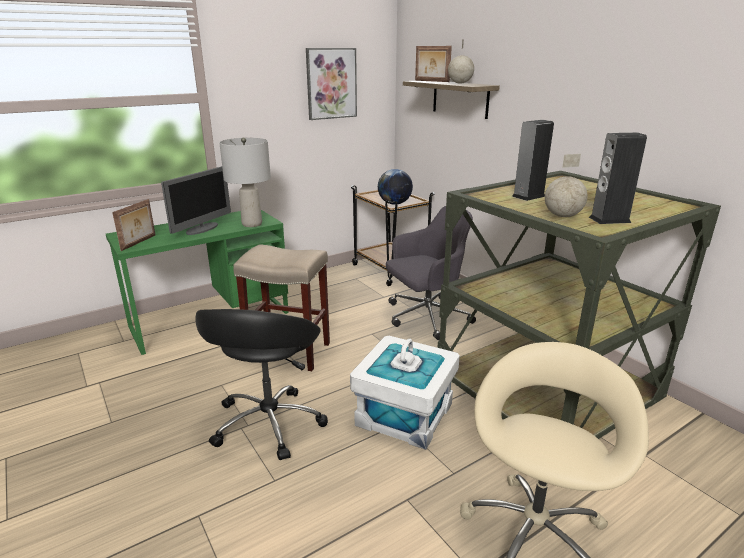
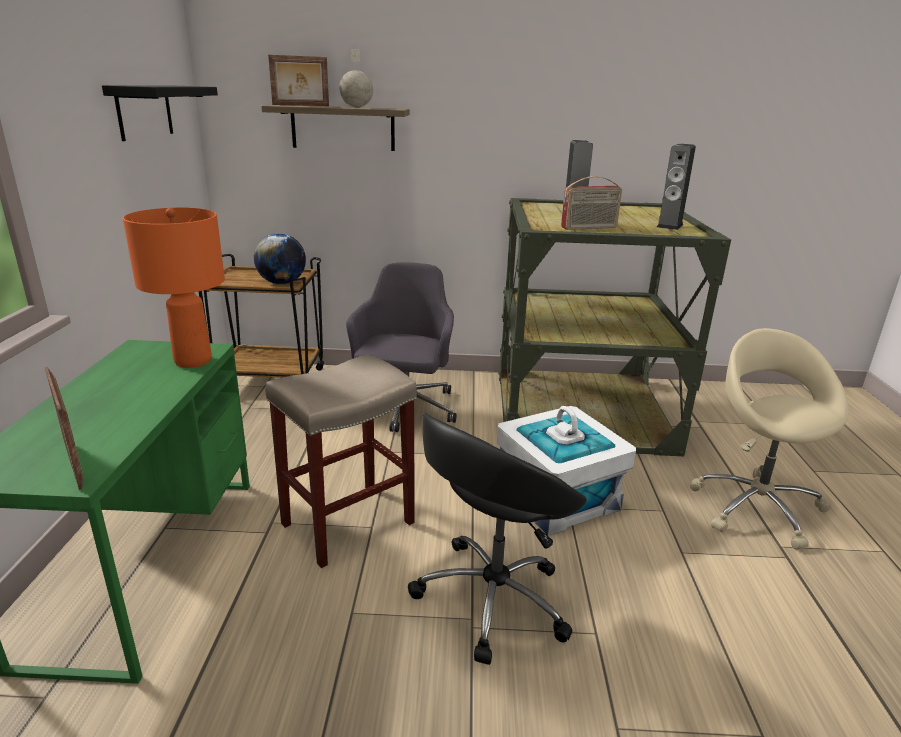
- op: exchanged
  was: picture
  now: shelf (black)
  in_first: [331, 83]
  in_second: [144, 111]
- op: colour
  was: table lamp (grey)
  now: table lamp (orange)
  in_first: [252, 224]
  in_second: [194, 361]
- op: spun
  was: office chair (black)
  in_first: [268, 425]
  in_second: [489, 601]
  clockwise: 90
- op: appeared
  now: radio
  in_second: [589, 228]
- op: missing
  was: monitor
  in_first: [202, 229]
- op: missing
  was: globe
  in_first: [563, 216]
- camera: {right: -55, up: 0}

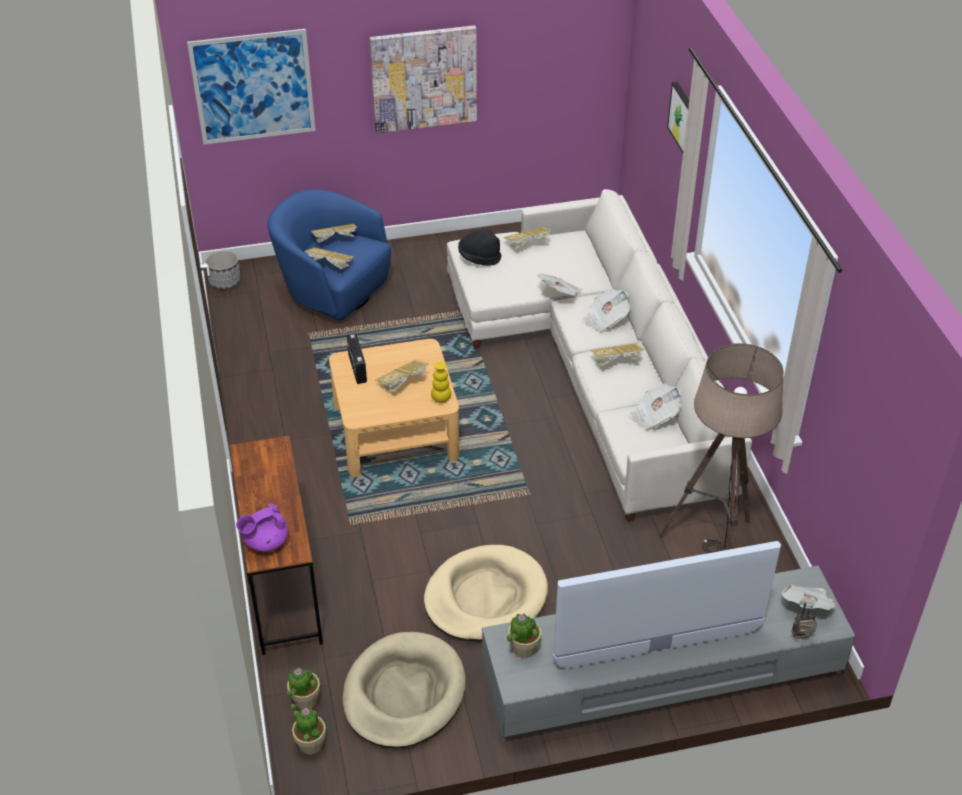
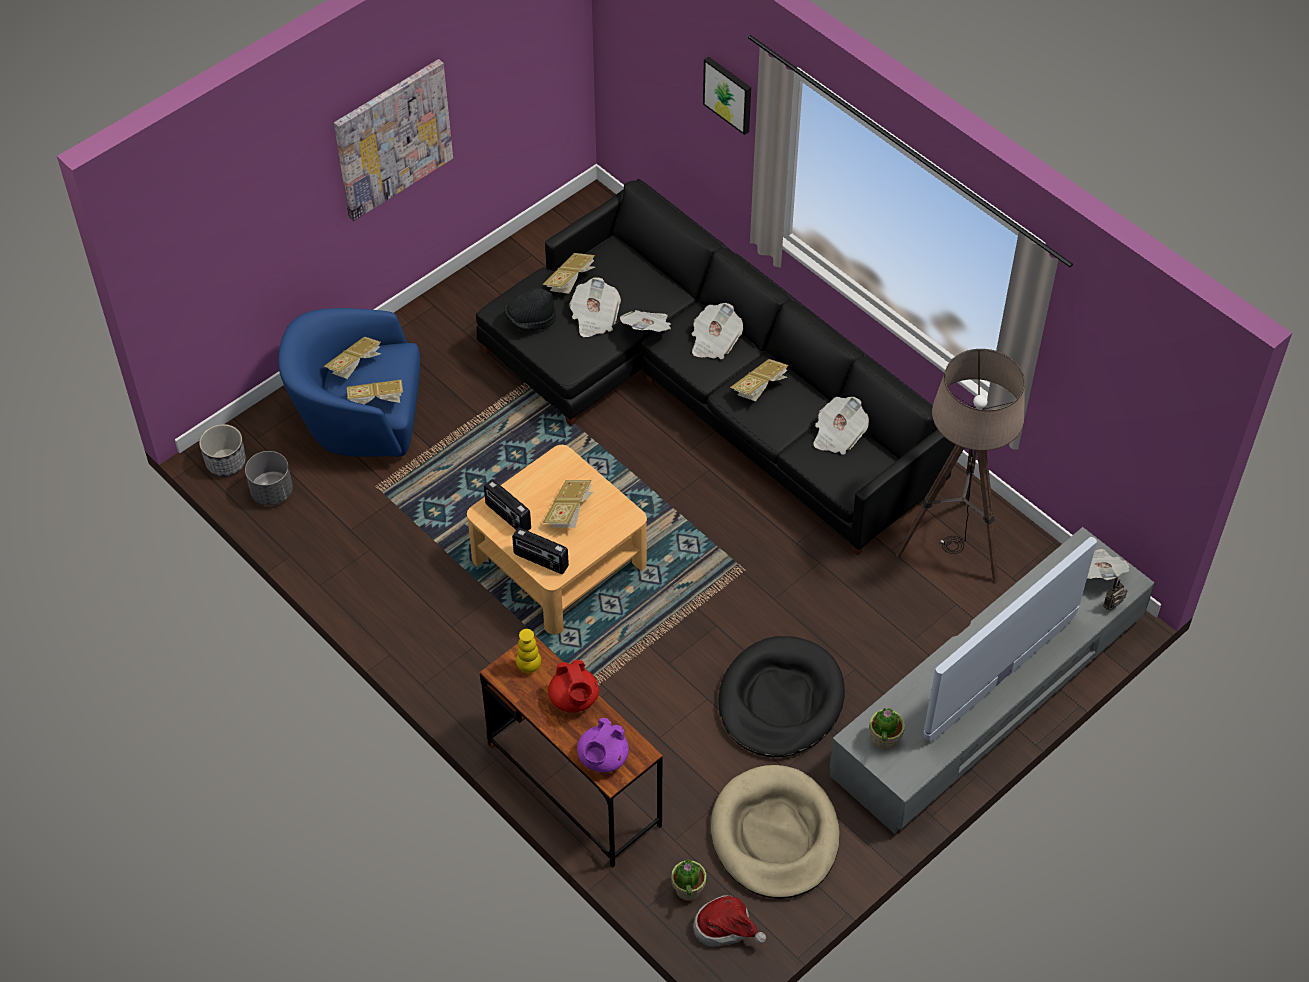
- op: appeared
  now: planter (grey)
  in_second: [271, 492]
- op: colour
  was: sofa (white)
  now: sofa (black)
  in_first: [595, 363]
  in_second: [706, 388]
- op: appeared
  now: radio
  in_second: [540, 561]
- op: relocated
  was: vase (yellow)
  in_first: [441, 399]
  in_second: [529, 666]
- op: appeared
  now: teapot (red)
  in_second: [574, 699]
- op: appeared
  now: newspaper
  in_second: [594, 318]
- op: exchanged
  was: potted plant
  now: hat
  in_first: [311, 743]
  in_second: [726, 928]
- op: colour
  was: dog bed (beige)
  now: dog bed (black)
  in_first: [485, 597]
  in_second: [780, 700]
- op: missing
  was: picture
  in_first: [253, 87]
- camera: {right: -30, up: 10}

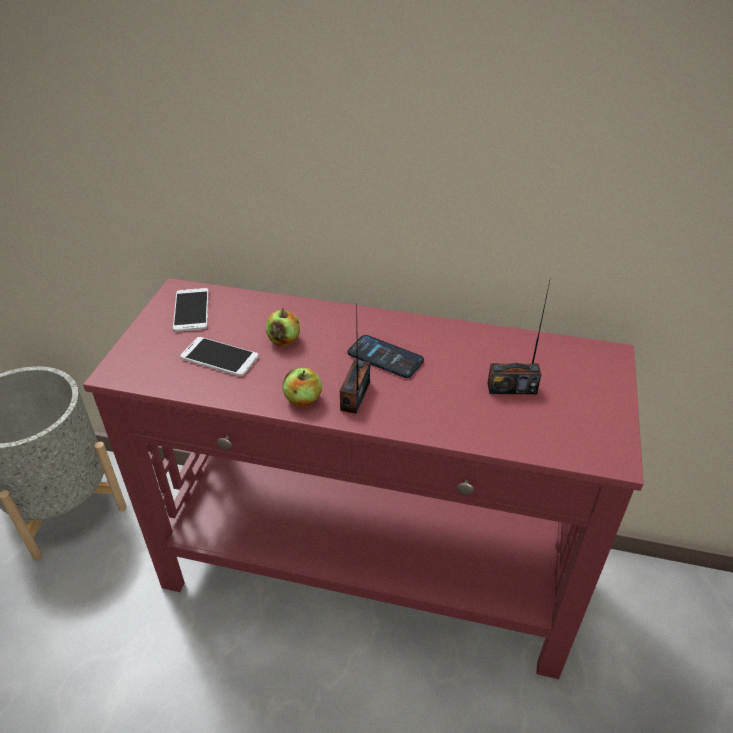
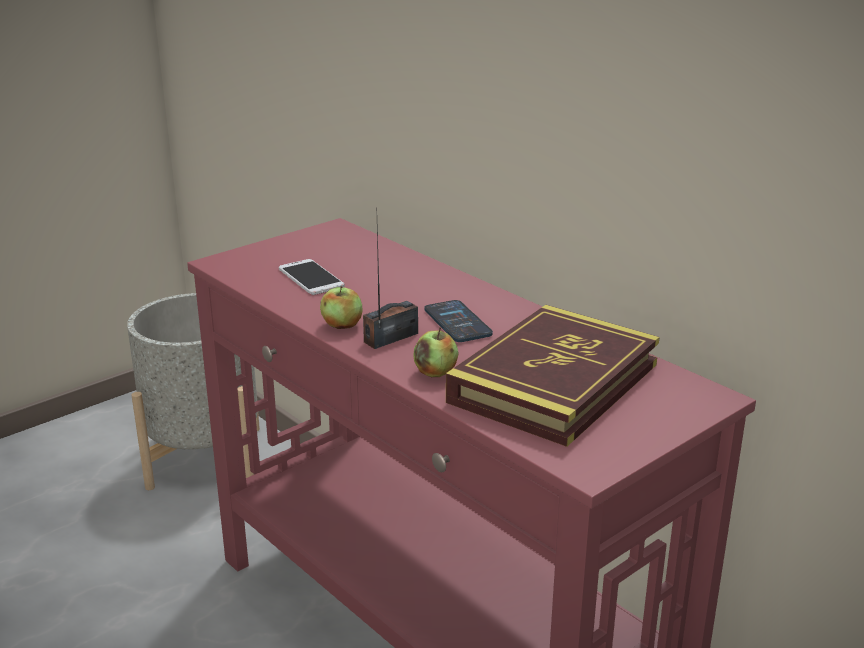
- op: relocated
  was: apple
  in_first: [284, 340]
  in_second: [435, 372]
- op: exchanged
  was: radio
  now: book
  in_first: [512, 388]
  in_second: [554, 383]
- op: missing
  was: phone
  in_first: [191, 310]
- camera: {right: 35, up: -15}

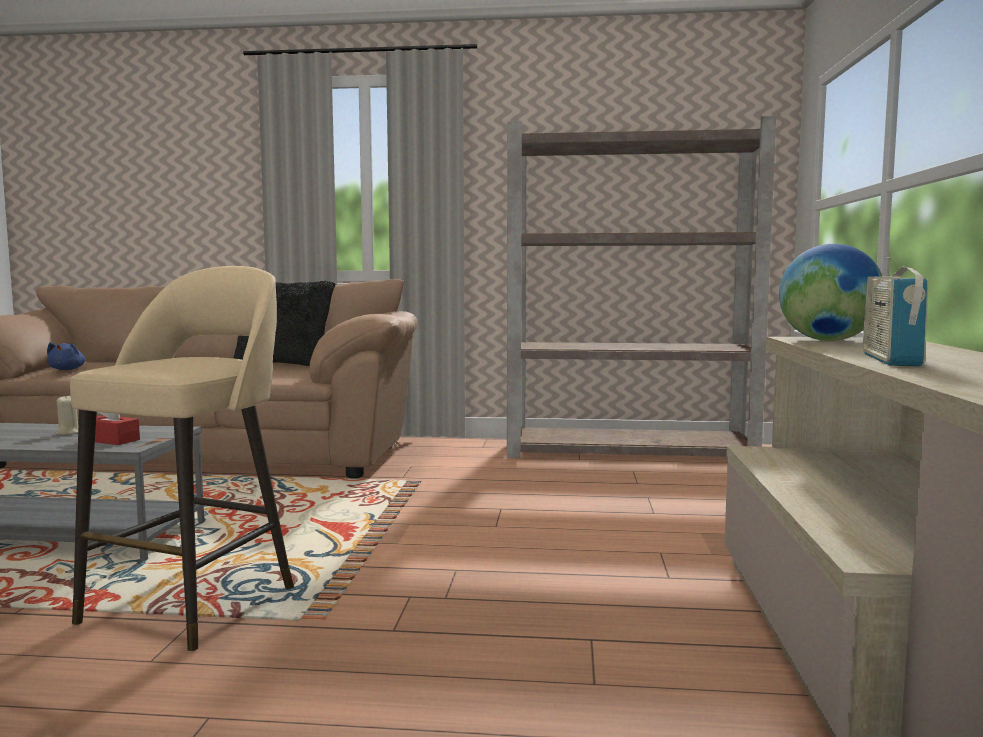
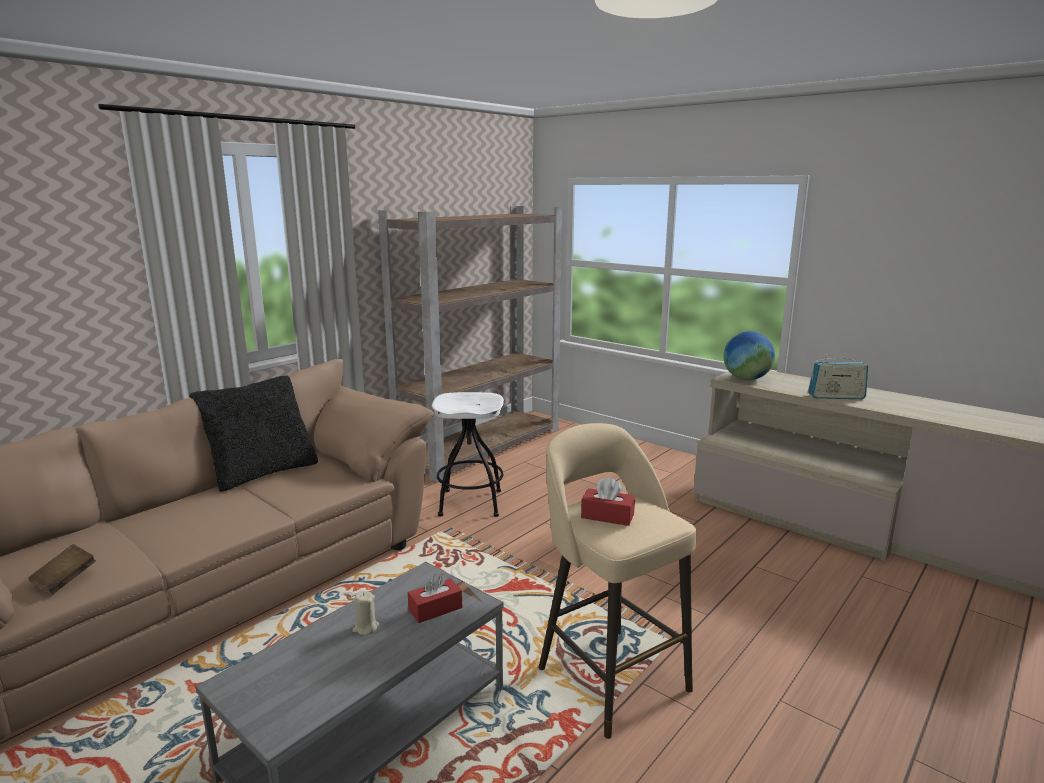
- op: exchanged
  was: plush toy (blue)
  now: book (brown)
  in_first: [67, 369]
  in_second: [65, 580]
- op: appeared
  now: stool (white)
  in_second: [471, 502]
- op: appeared
  now: tissue box (red)
  in_second: [607, 516]
- op: spun
  was: radio
  in_first: [891, 360]
  in_second: [836, 397]
  clockwise: -45
- camera: {right: -55, up: 10}

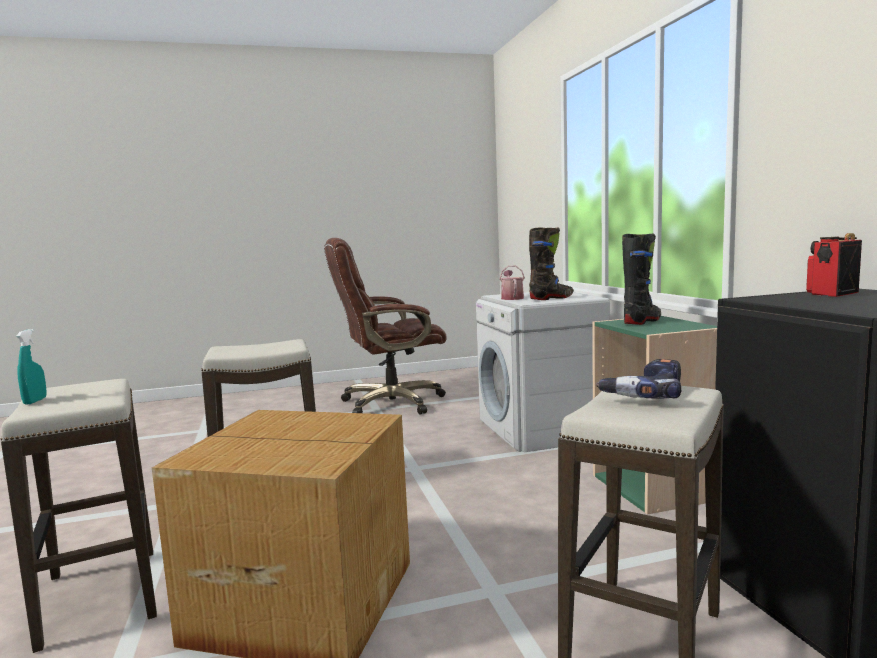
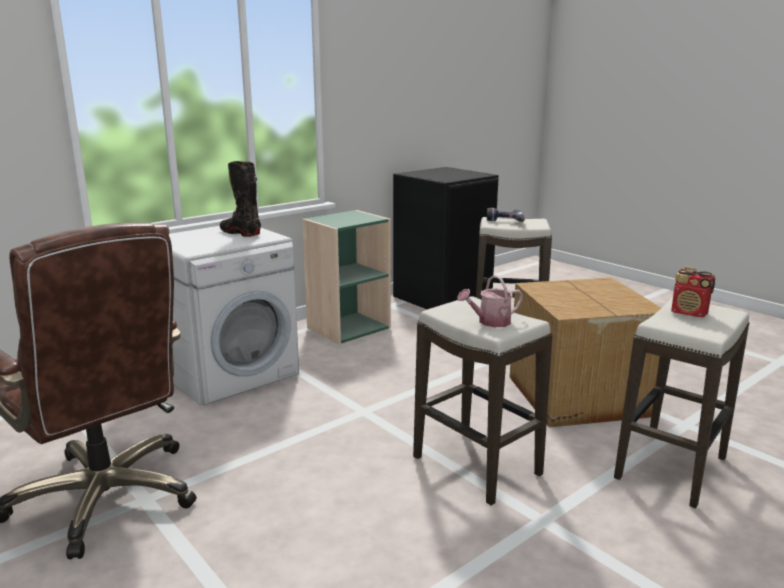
- op: relocated
  was: watering can
  in_first: [511, 298]
  in_second: [490, 322]
- op: relocated
  was: radio
  in_first: [831, 294]
  in_second: [689, 313]
- op: missing
  was: spray bottle (turquoise)
  in_first: [35, 401]
- op: missing
  was: boot (black)
  in_first: [642, 321]
- camera: {right: -115, up: 10}

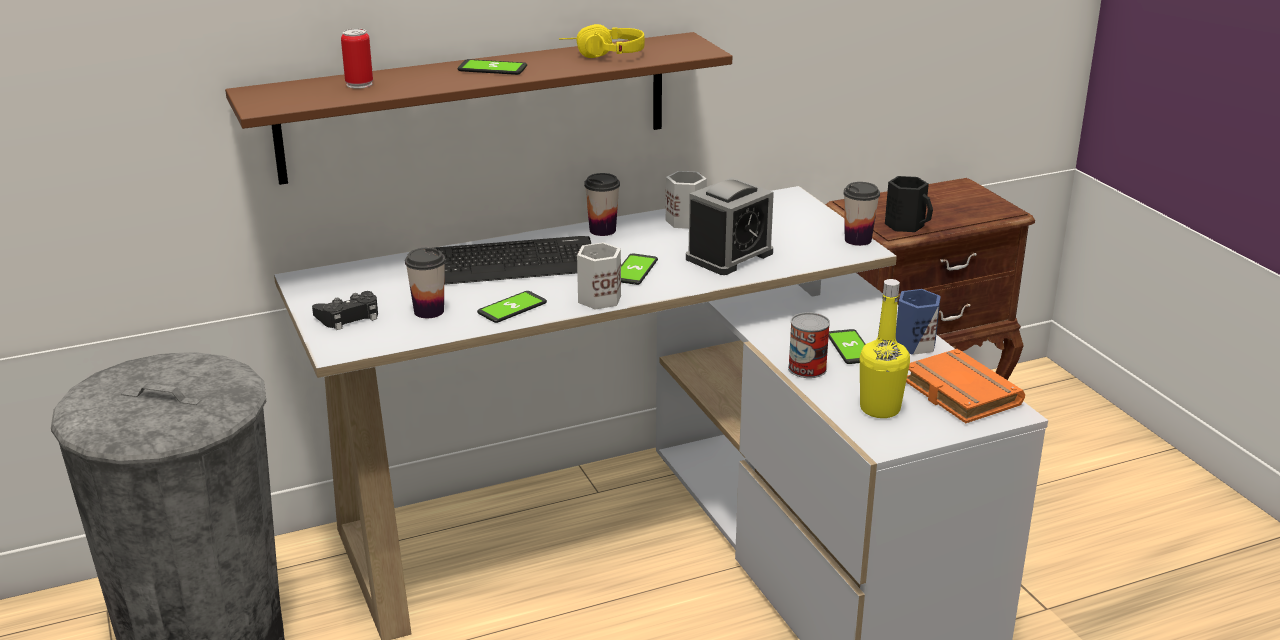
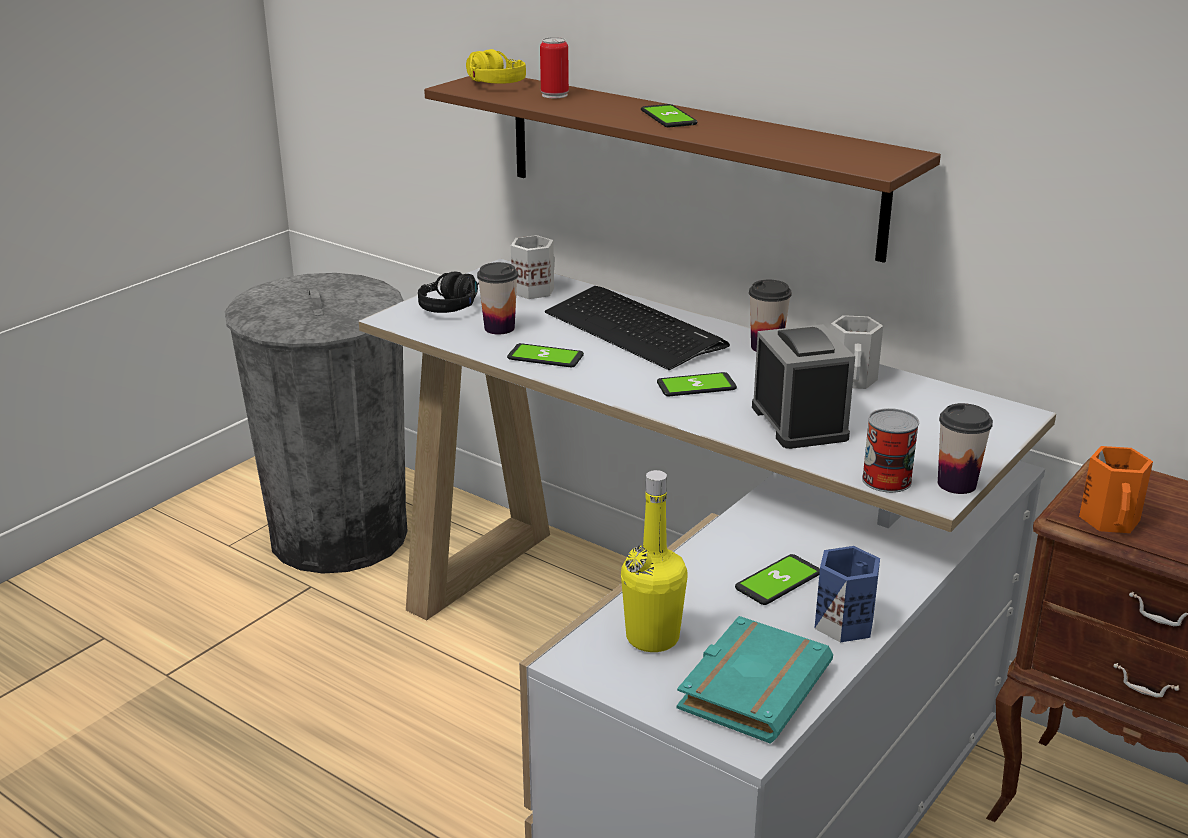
- op: exchanged
  was: game controller (black)
  now: headphones (black)
  in_first: [349, 317]
  in_second: [455, 304]
- op: relocated
  was: headphones (yellow)
  in_first: [602, 55]
  in_second: [489, 82]
- op: relocated
  was: mug (white)
  in_first: [597, 298]
  in_second: [533, 290]
- op: colour
  was: book (orange)
  now: book (turquoise)
  in_first: [956, 393]
  in_second: [751, 685]
- op: spun
  was: alarm clock
  in_first: [729, 256]
  in_second: [799, 422]
  clockwise: -120
- op: relocated
  was: can
  in_first: [807, 368]
  in_second: [886, 480]
- op: colour
  was: mug (black)
  now: mug (orange)
  in_first: [906, 224]
  in_second: [1112, 520]
- camera: {right: 60, up: 0}

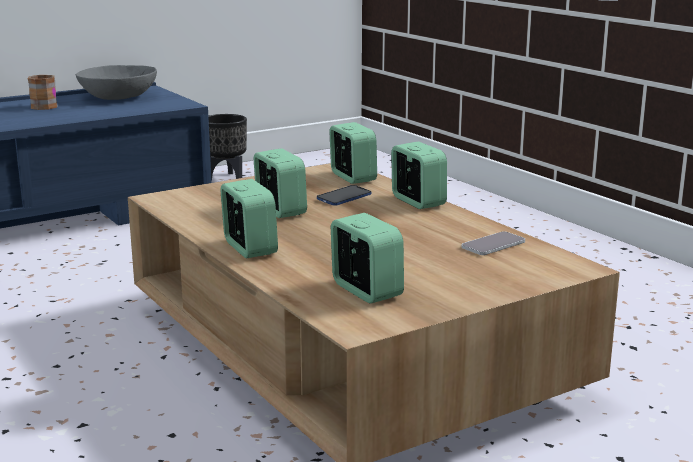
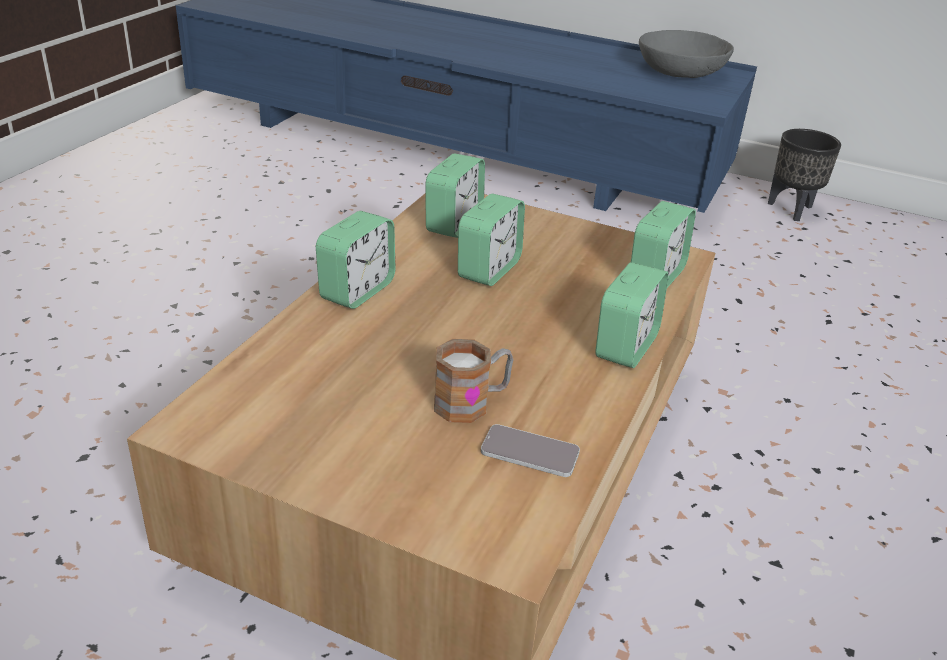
- op: relocated
  was: alarm clock
  in_first: [366, 291]
  in_second: [454, 224]
- op: relocated
  was: mug
  in_first: [47, 105]
  in_second: [472, 402]
- op: missing
  was: phone
  in_first: [344, 197]
- camera: {right: 55, up: 15}

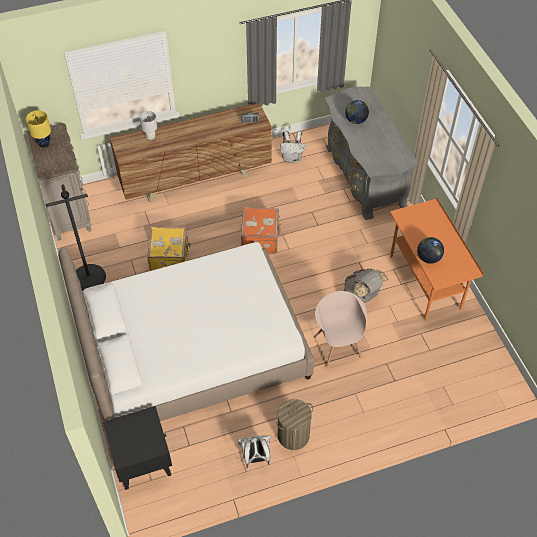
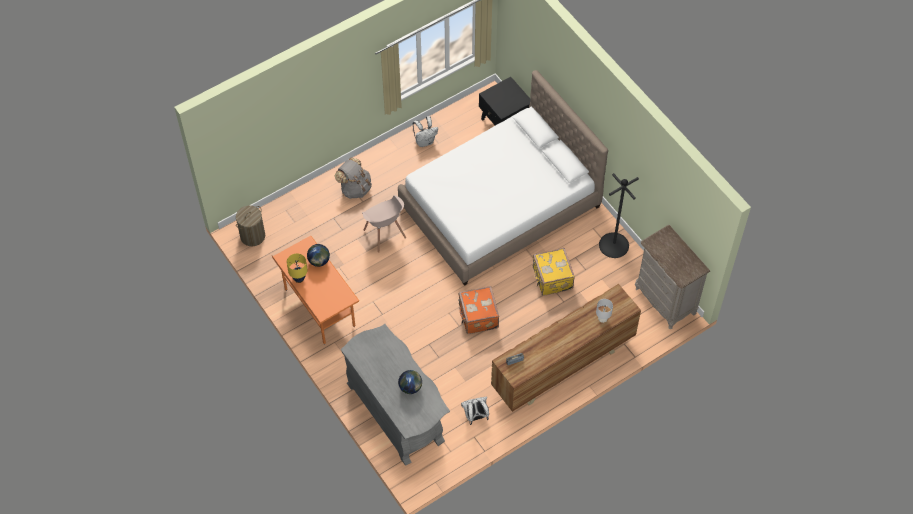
- op: relocated
  was: laundry basket
  in_first: [293, 435]
  in_second: [252, 236]
- op: relocated
  was: table lamp (yellow)
  in_first: [44, 143]
  in_second: [299, 278]
- op: relocated
  was: backpack (grey)
  in_first: [362, 296]
  in_second: [355, 188]
- camera: {right: 165, up: 5}

